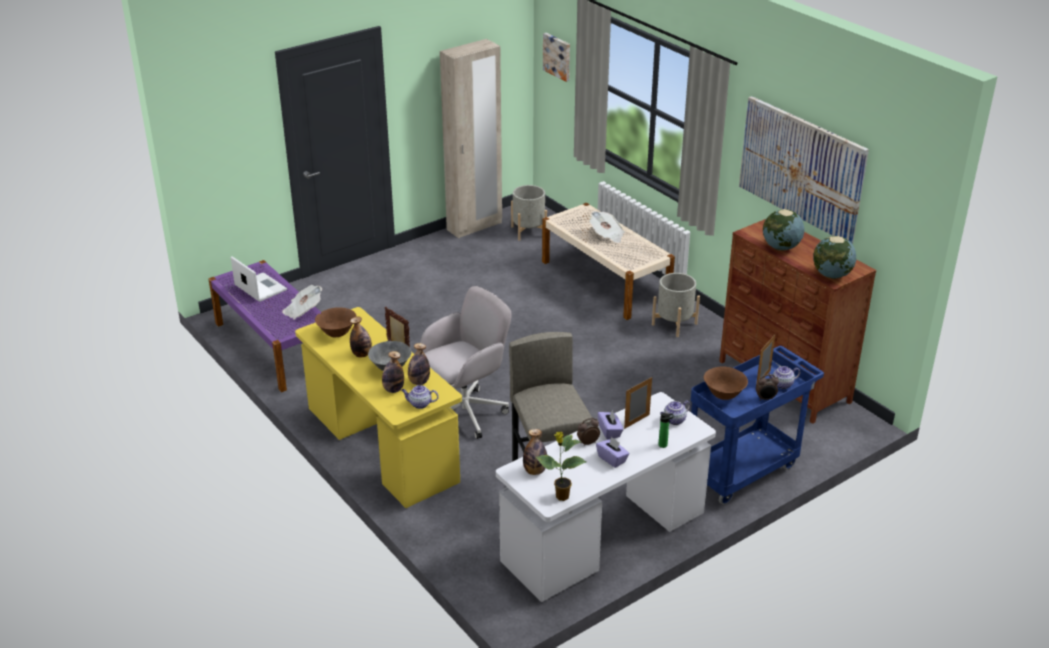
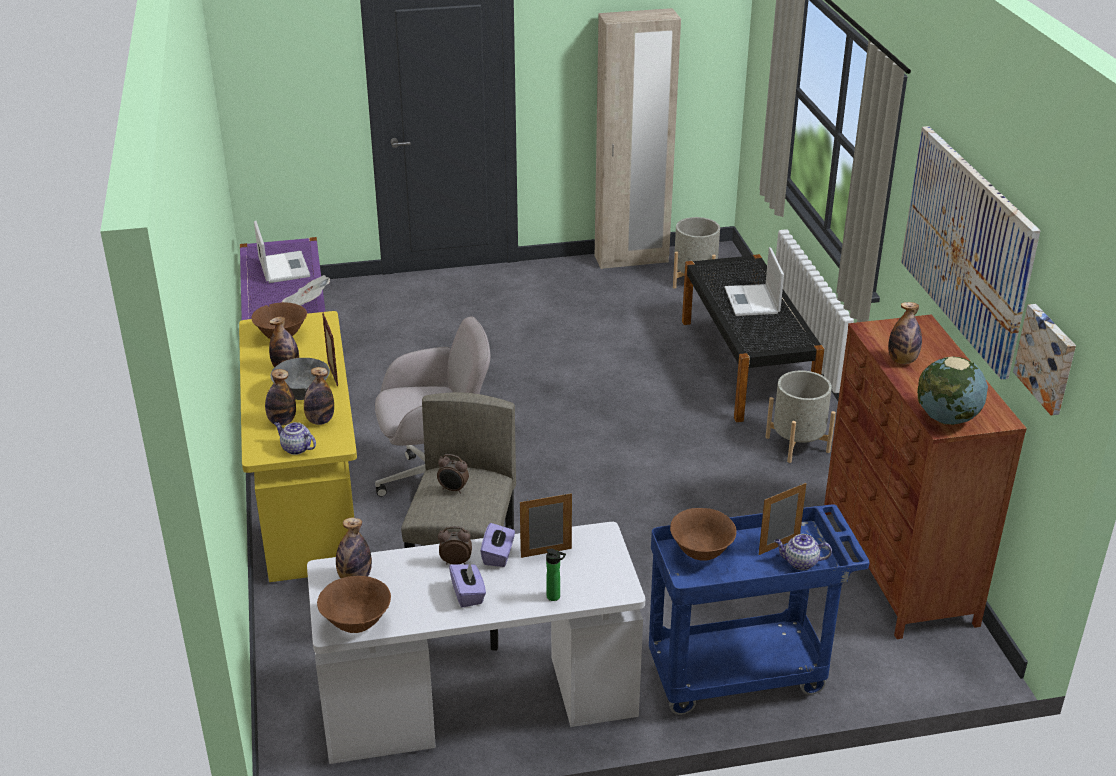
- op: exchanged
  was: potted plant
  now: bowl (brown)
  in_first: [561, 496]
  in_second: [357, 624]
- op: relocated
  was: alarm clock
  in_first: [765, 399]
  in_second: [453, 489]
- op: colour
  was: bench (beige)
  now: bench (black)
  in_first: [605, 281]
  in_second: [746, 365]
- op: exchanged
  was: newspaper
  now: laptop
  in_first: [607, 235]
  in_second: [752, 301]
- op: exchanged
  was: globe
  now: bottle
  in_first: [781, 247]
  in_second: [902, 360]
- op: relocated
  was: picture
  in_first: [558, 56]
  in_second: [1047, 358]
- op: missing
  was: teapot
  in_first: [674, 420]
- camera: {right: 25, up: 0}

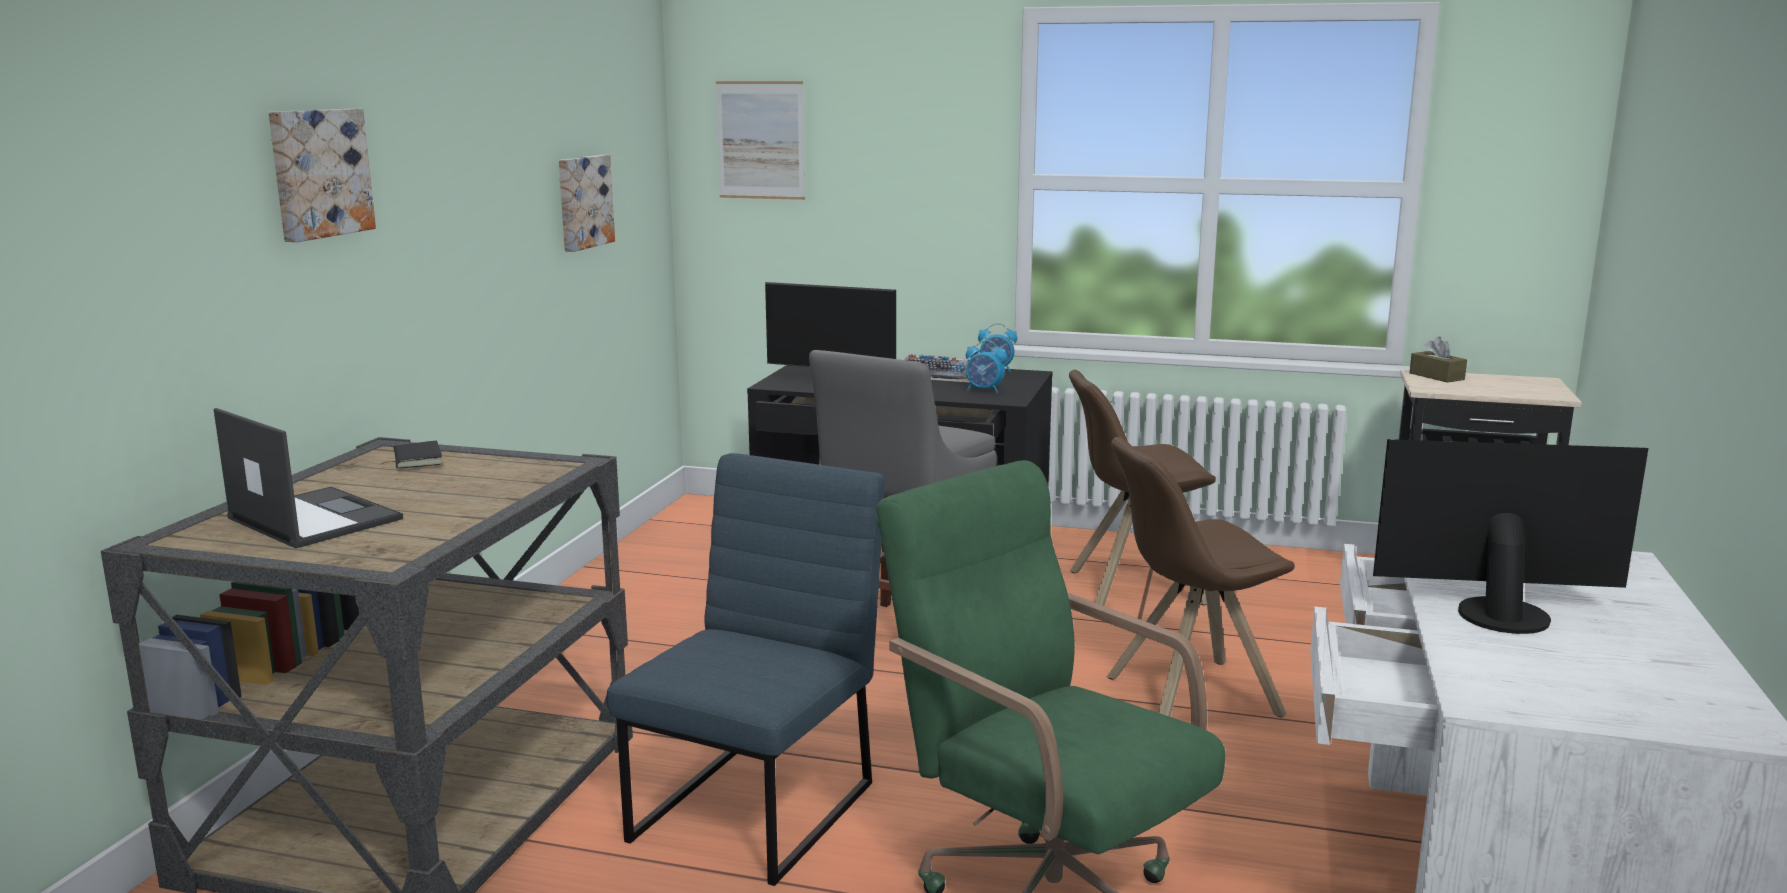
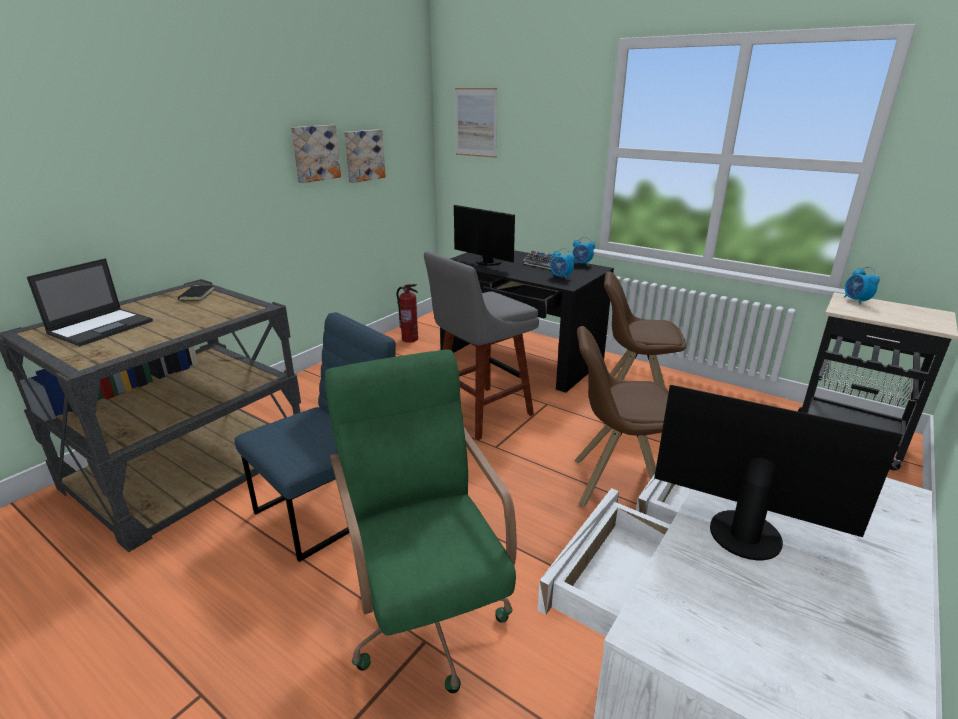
- op: spun
  was: laptop
  in_first: [313, 518]
  in_second: [102, 327]
  clockwise: 60
- op: relocated
  was: picture
  in_first: [318, 173]
  in_second: [315, 153]
- op: appeared
  now: fire extinguisher
  in_second: [410, 339]
- op: exchanged
  was: tissue box (brown)
  now: alarm clock
  in_first: [1436, 376]
  in_second: [856, 301]
- camera: {right: 20, up: 10}

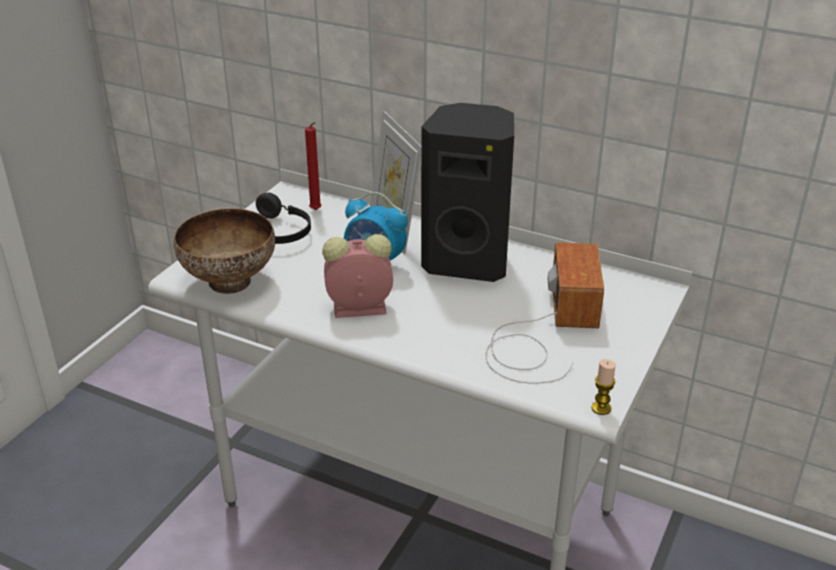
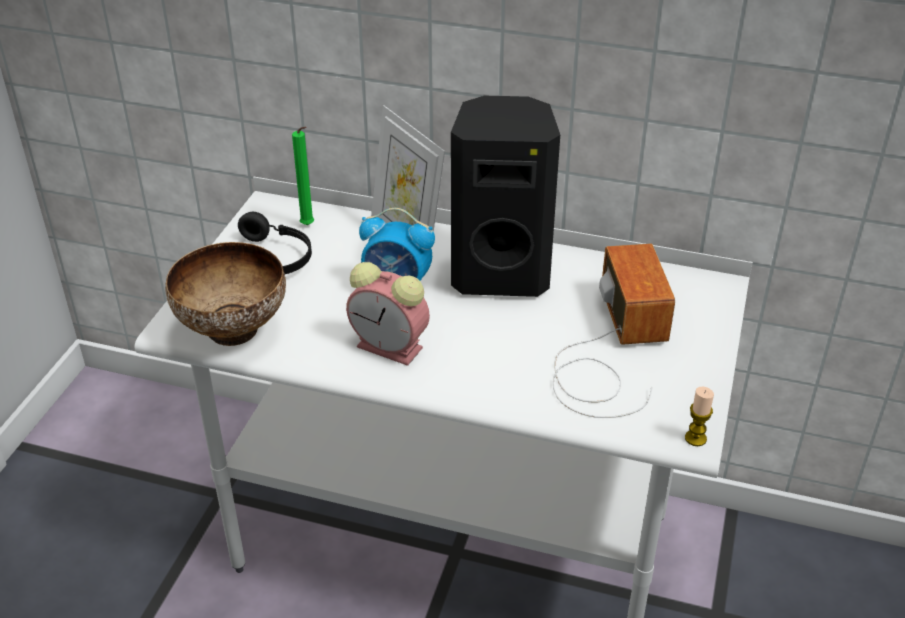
- op: colour
  was: candle (red)
  now: candle (green)
  in_first: [316, 211]
  in_second: [309, 226]
- op: spun
  was: alarm clock
  in_first: [357, 309]
  in_second: [392, 347]
  clockwise: -135
- camera: {right: -10, up: 5}

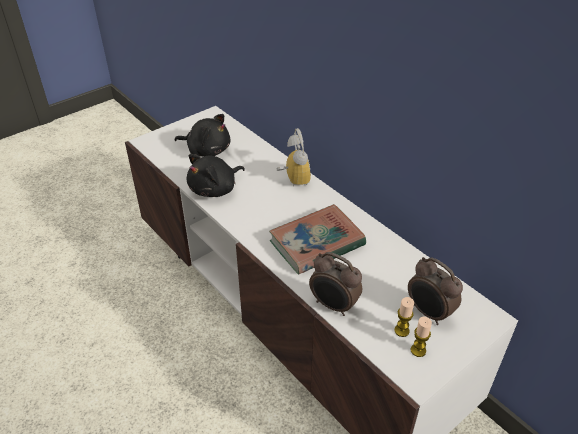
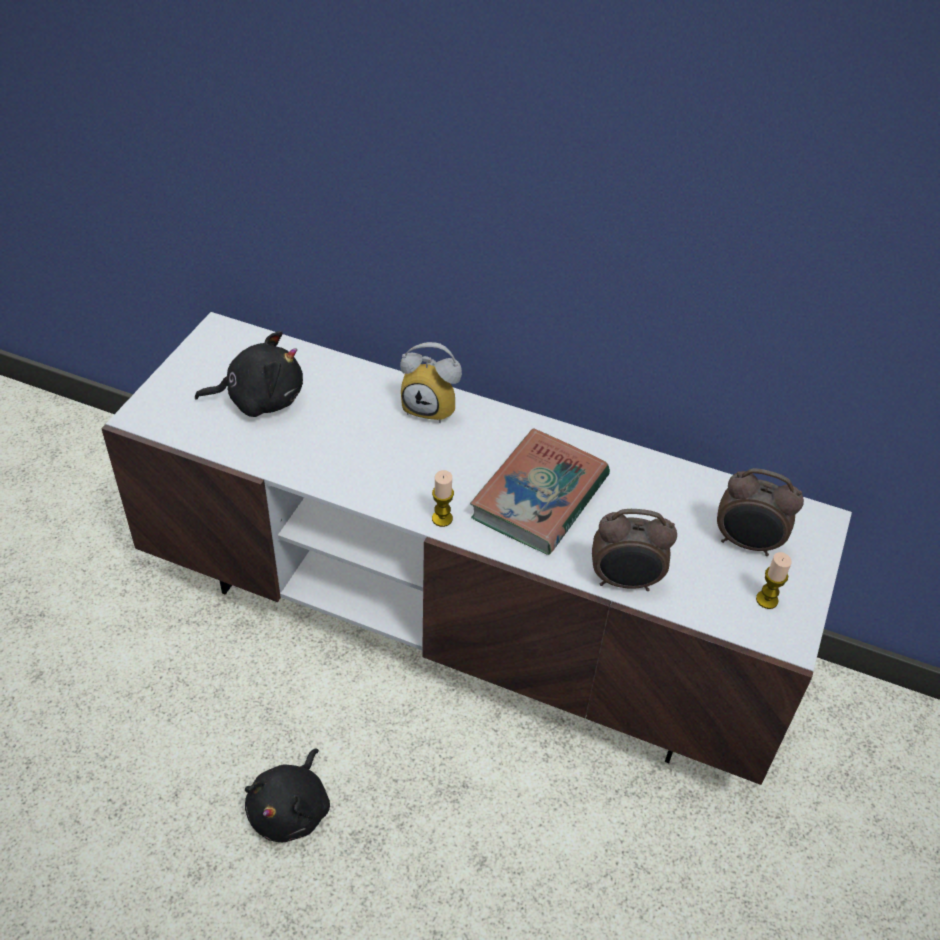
- op: relocated
  was: plush toy (black)
  in_first: [215, 189]
  in_second: [291, 809]
- op: spun
  was: alarm clock
  in_first: [292, 179]
  in_second: [433, 407]
  clockwise: 150
- op: relocated
  was: candle
  in_first: [401, 330]
  in_second: [442, 518]
- camera: {right: -30, up: 5}

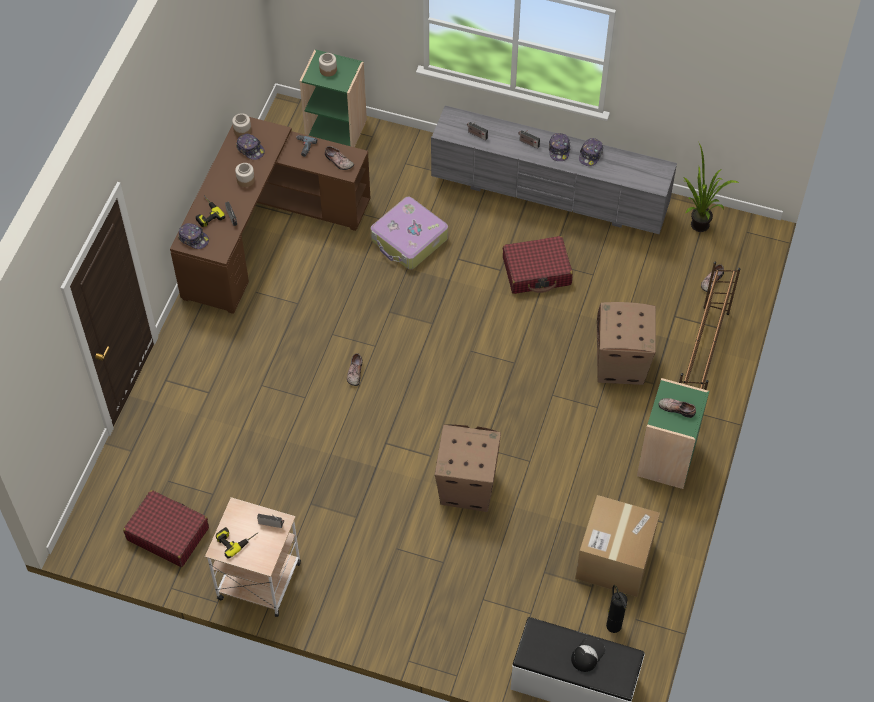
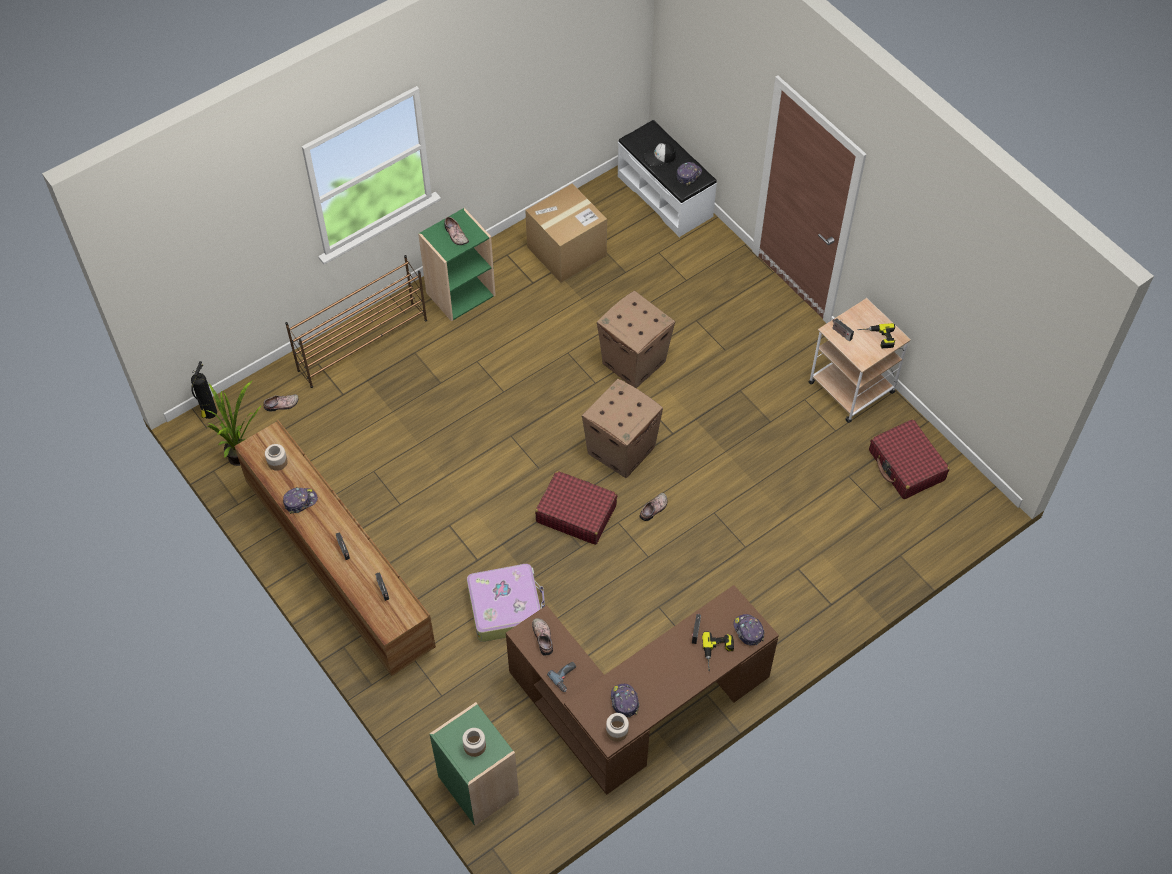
- op: relocated
  was: fire extinguisher
  in_first: [613, 625]
  in_second: [209, 413]
- op: colour
  was: cabinet (grey)
  now: cabinet (brown)
  in_first: [549, 196]
  in_second: [339, 570]
- op: relocated
  was: jar
  in_first: [246, 180]
  in_second: [277, 462]
- op: relocated
  was: suitcase (red)
  in_first: [537, 271]
  in_second: [576, 513]
- op: relocated
  was: cardboard box
  in_first: [621, 365]
  in_second: [622, 449]
- op: relocated
  was: cap
  in_first: [559, 150]
  in_second: [688, 175]
- camera: {right: -145, up: 0}

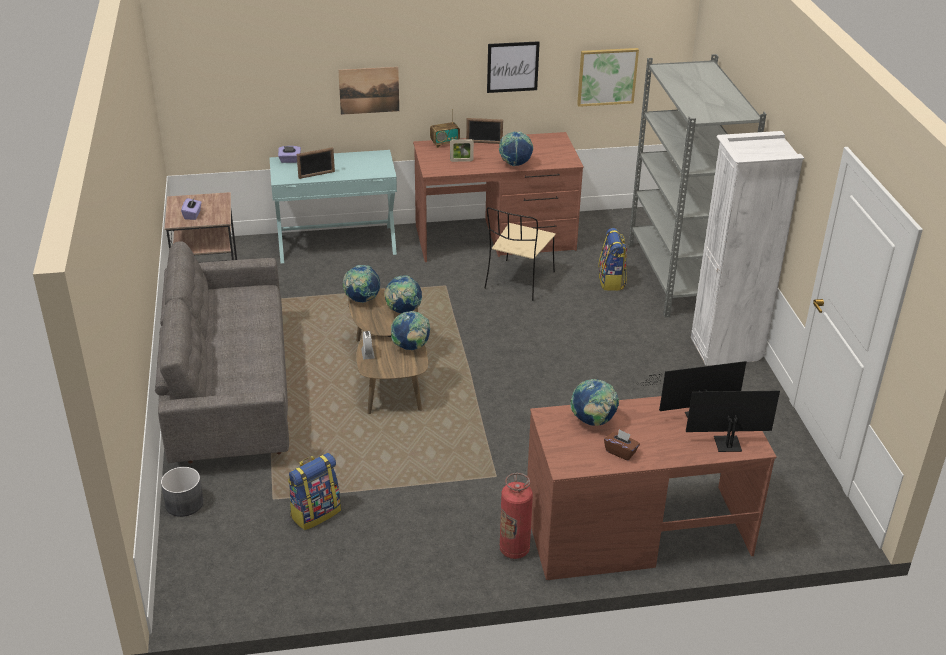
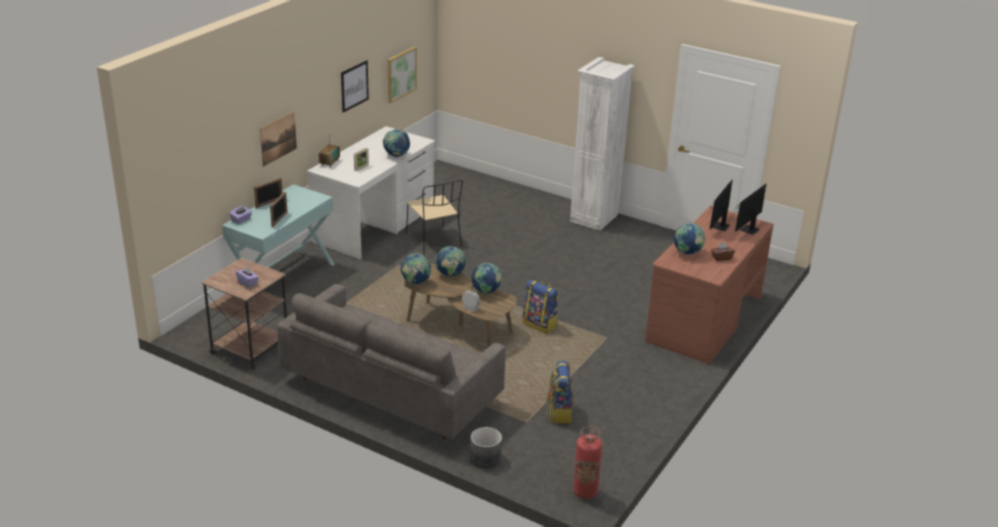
- op: relocated
  was: picture frame
  in_first: [484, 142]
  in_second: [269, 203]
- op: colour
  was: desk (brown)
  now: desk (white)
  in_first: [495, 238]
  in_second: [375, 225]
- op: relocated
  was: backpack
  in_first: [611, 281]
  in_second: [540, 324]
- op: relocated
  was: fire extinguisher
  in_first: [514, 549]
  in_second: [585, 492]
- op: missing
  was: bookcase (grey)
  in_first: [678, 277]
- camera: {right: -50, up: -5}

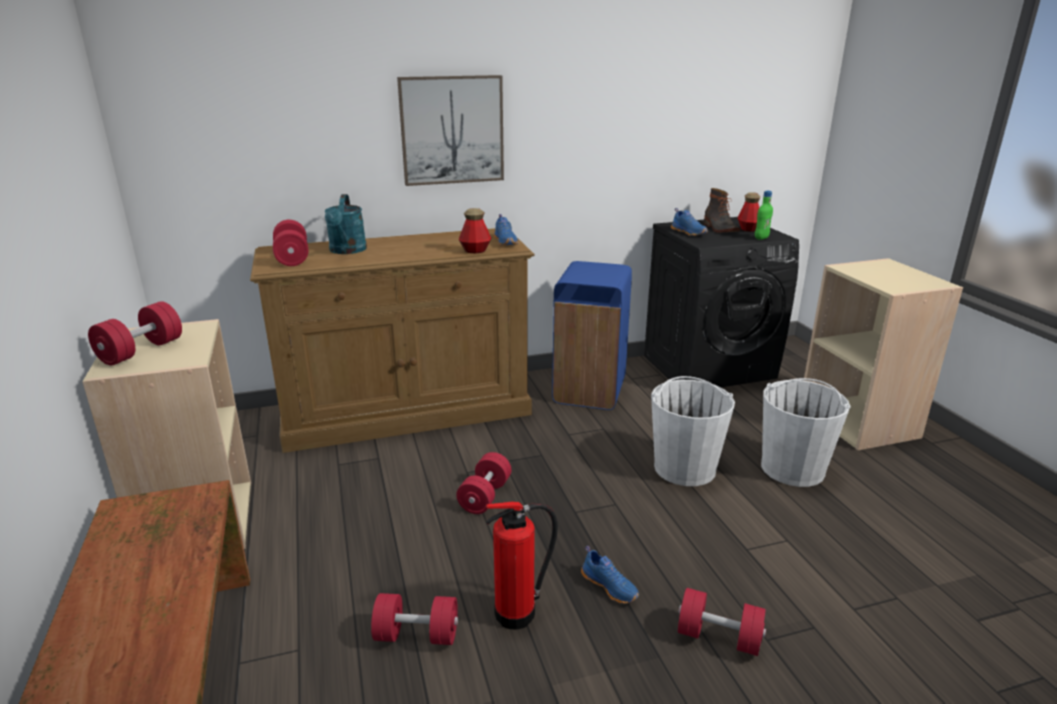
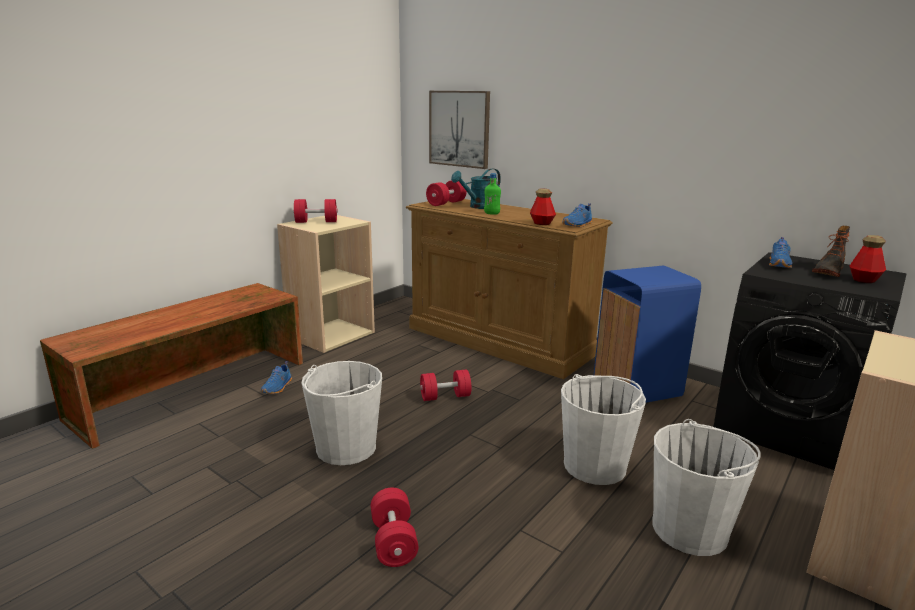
- op: relocated
  was: shoe (blue)
  in_first: [610, 586]
  in_second: [278, 387]
- op: exchanged
  was: fire extinguisher
  now: bucket (white)
  in_first: [519, 612]
  in_second: [345, 448]
- op: relocated
  was: picture
  in_first: [452, 130]
  in_second: [459, 129]
- op: relocated
  was: bottle (green)
  in_first: [761, 238]
  in_second: [491, 213]
- op: missing
  was: dumbbell (red)
  in_first: [417, 635]
- camera: {right: 55, up: -5}

